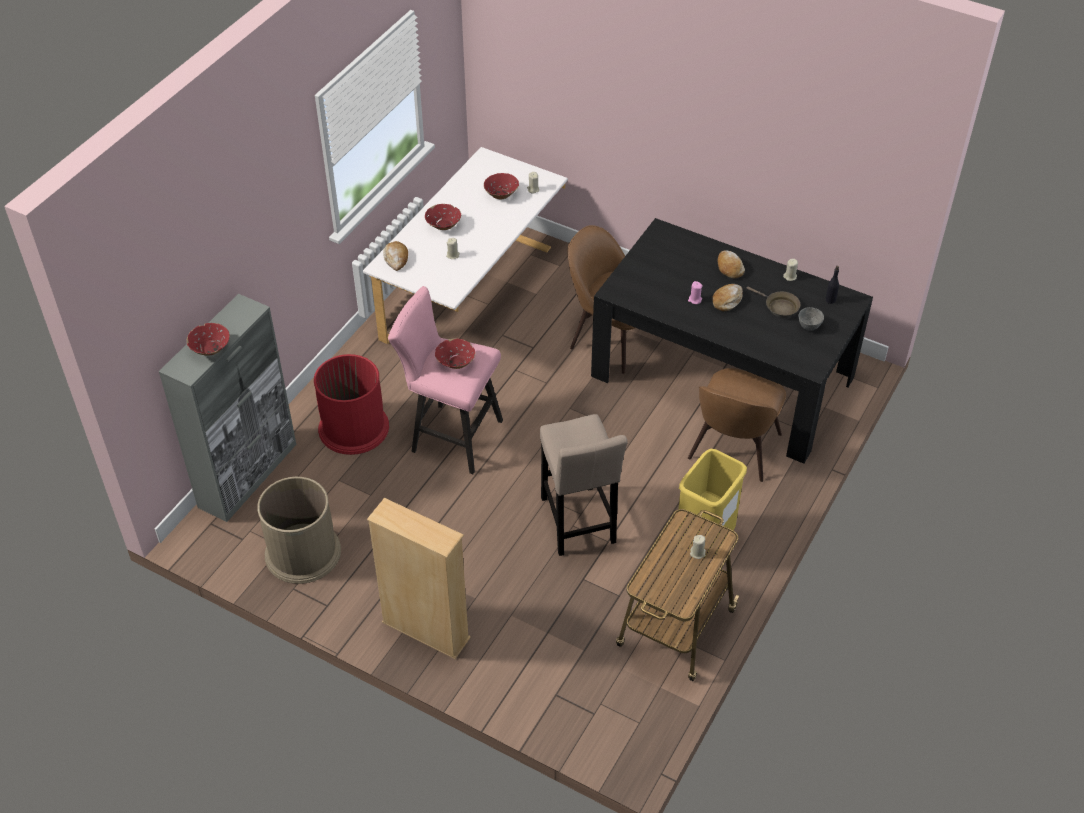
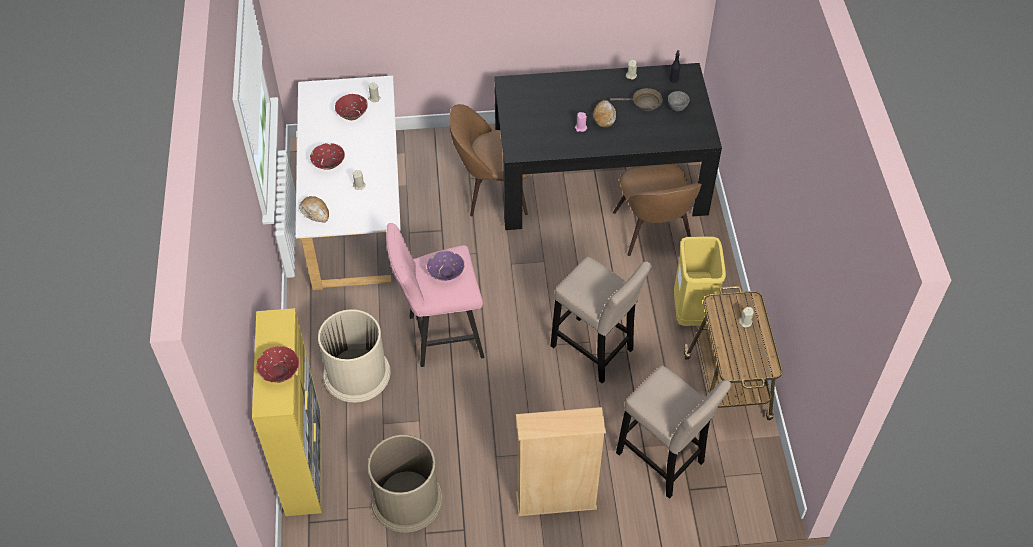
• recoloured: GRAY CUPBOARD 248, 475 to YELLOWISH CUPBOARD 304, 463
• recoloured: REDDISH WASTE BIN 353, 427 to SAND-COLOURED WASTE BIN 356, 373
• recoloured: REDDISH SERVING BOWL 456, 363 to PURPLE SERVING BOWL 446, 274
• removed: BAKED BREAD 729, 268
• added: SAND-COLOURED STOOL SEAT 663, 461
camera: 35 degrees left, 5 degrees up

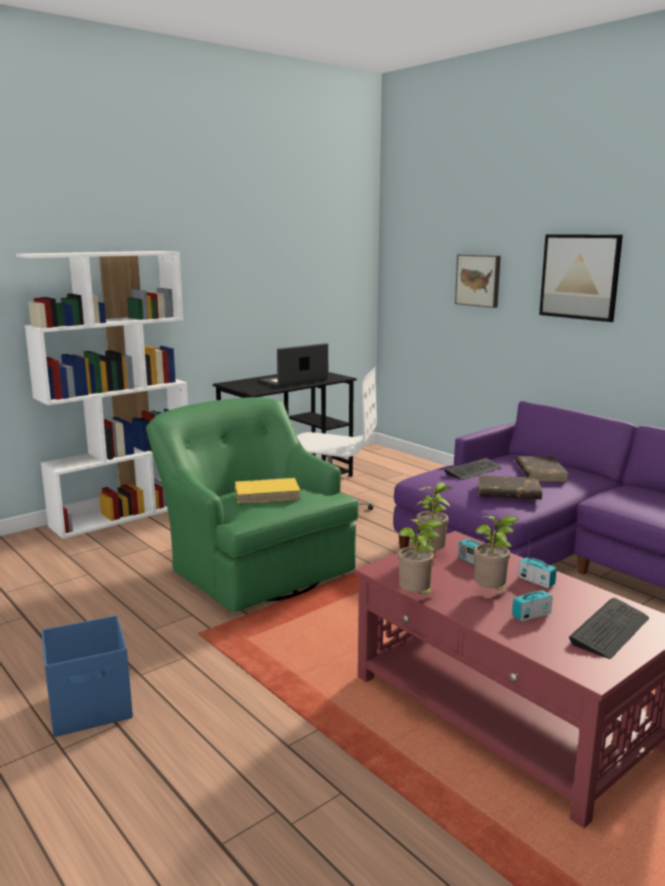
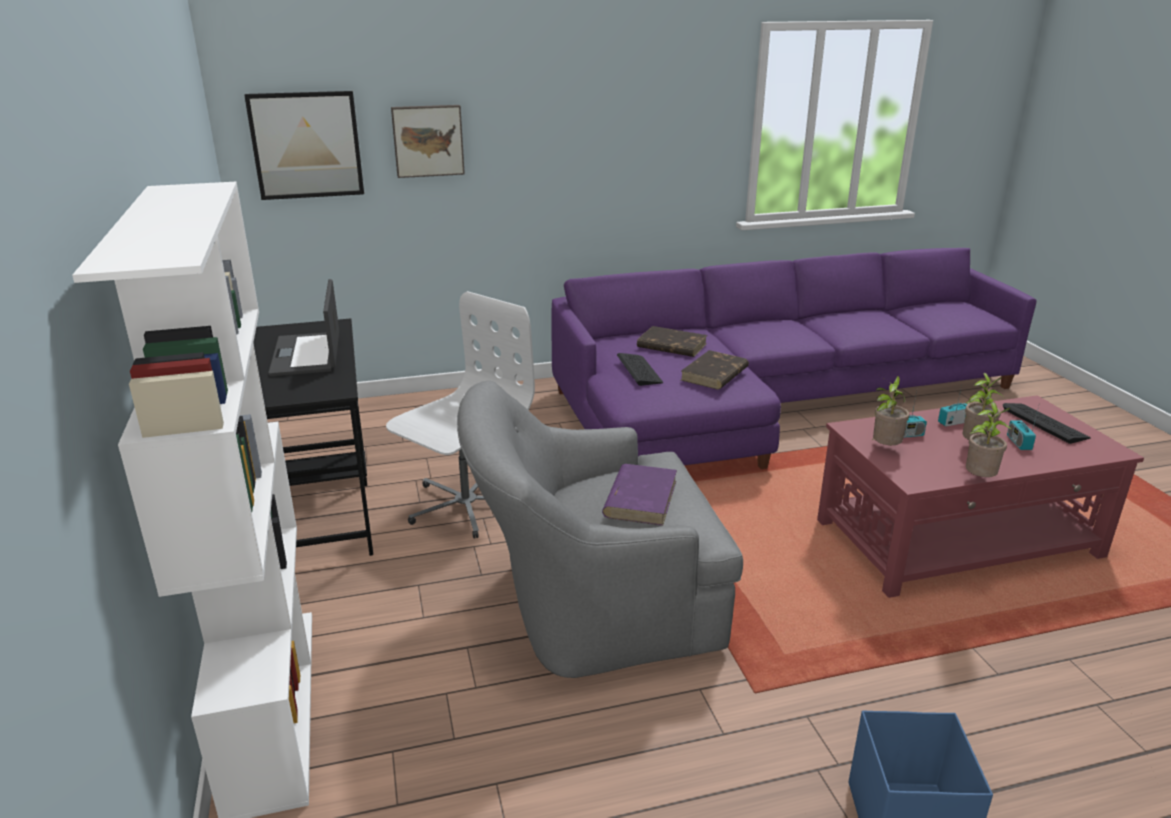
• recoloured: GREEN EASY CHAIR 254, 566 to GRAY EASY CHAIR 591, 606
• recoloured: YELLOWISH BOUND BOOK 268, 494 to PURPLE BOUND BOOK 640, 498
• moved: WALL ART 579, 276 to 306, 145
camera: 65 degrees left, 10 degrees up

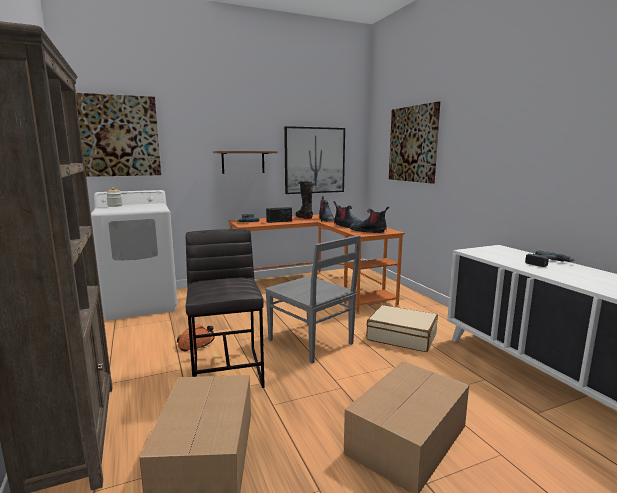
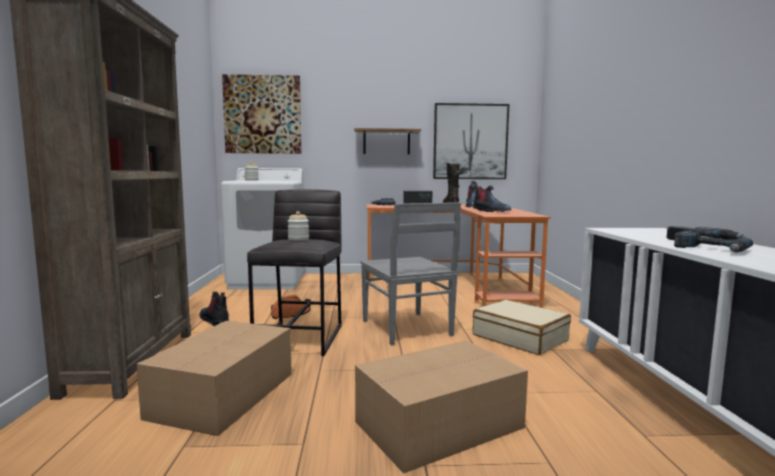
• moved: BOOT 368, 231 to 215, 321
• removed: WALL ART 413, 144
• added: STORAGE JAR 298, 239
• added: POWER DRILL 710, 249
camera: 20 degrees right, 5 degrees down

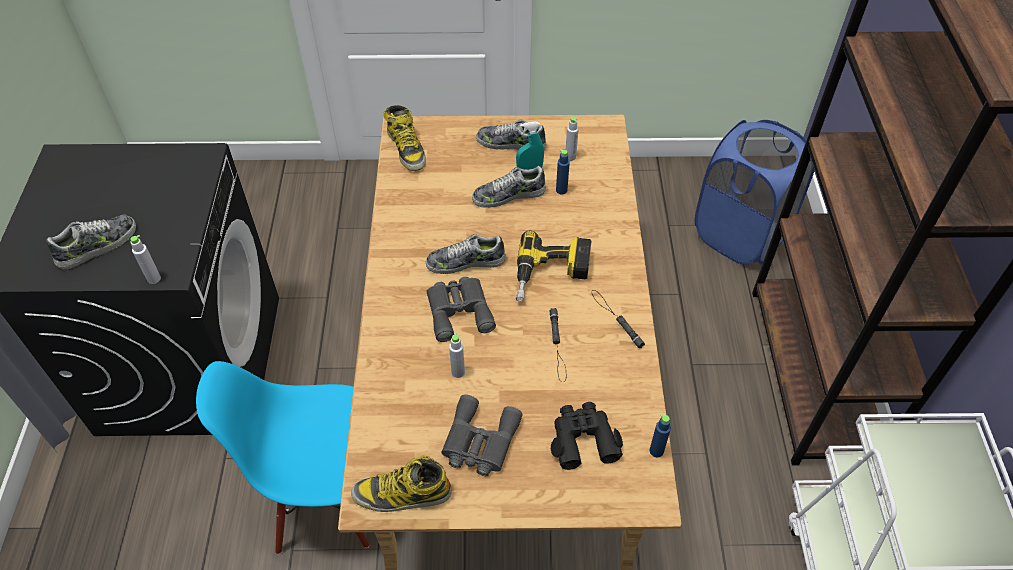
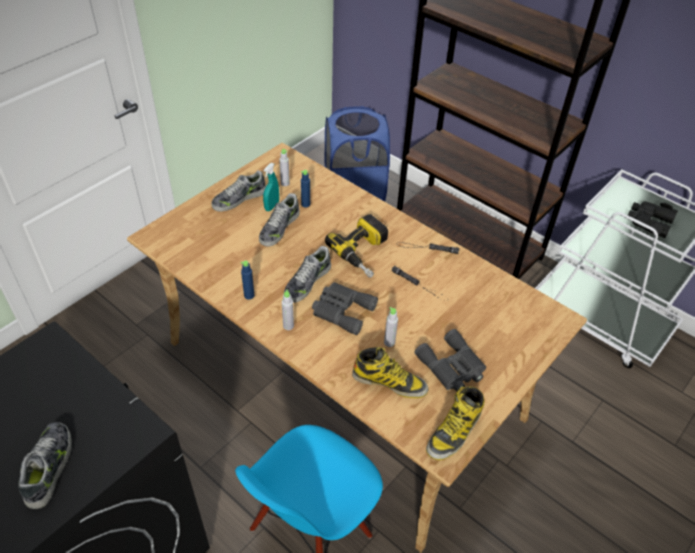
• moved: GRAY BEVERAGE BOTTLE 154, 278 to 288, 326
• moved: BOOT 406, 148 to 389, 382
• moved: BLACK FIELD GLASSES 583, 439 to 649, 222
• moved: BLUE BEVERAGE BOTTLE 656, 451 to 249, 295
camera: 50 degrees left, 5 degrees down

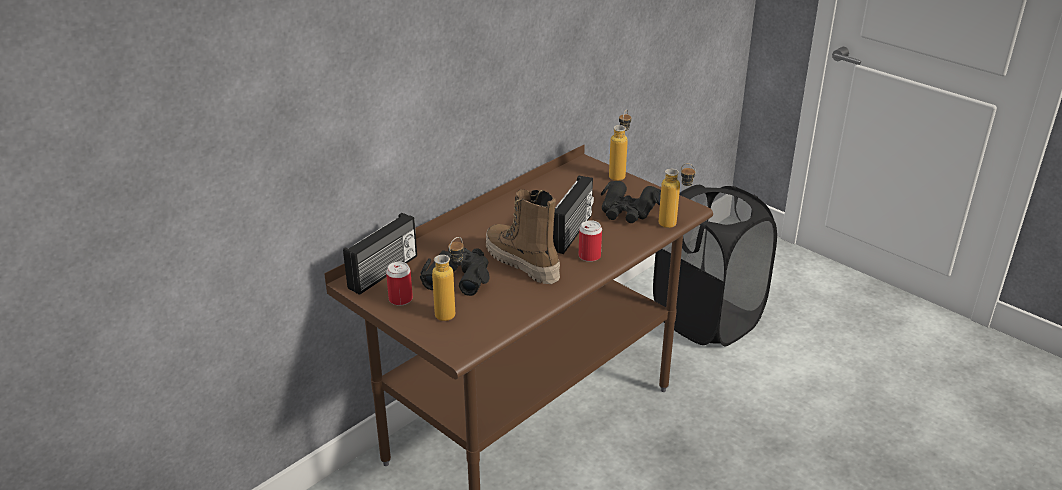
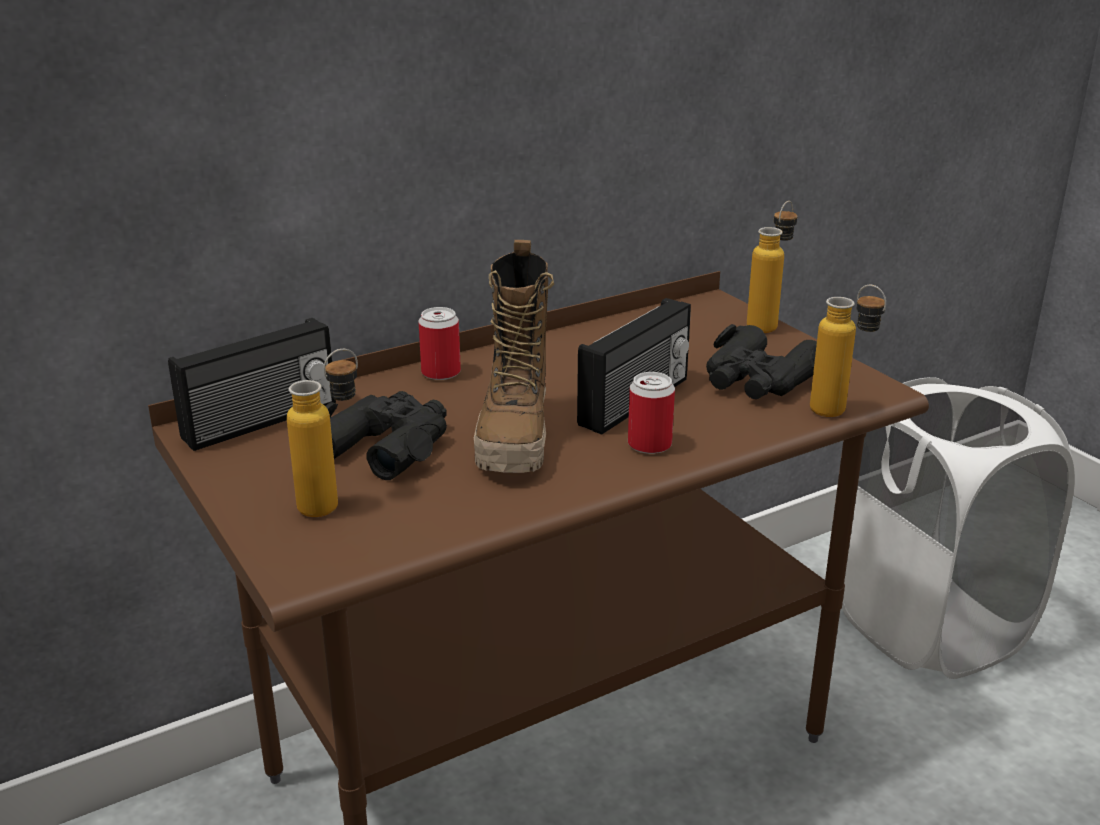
• moved: CAN 400, 299 to 441, 373
• turned: BOOT 522, 263 = 515, 439 150 degrees counterclockwise
• recoloured: BLACK HAMPER 707, 320 to WHITE-COLOURED HAMPER 929, 627
camera: 15 degrees right, 5 degrees down

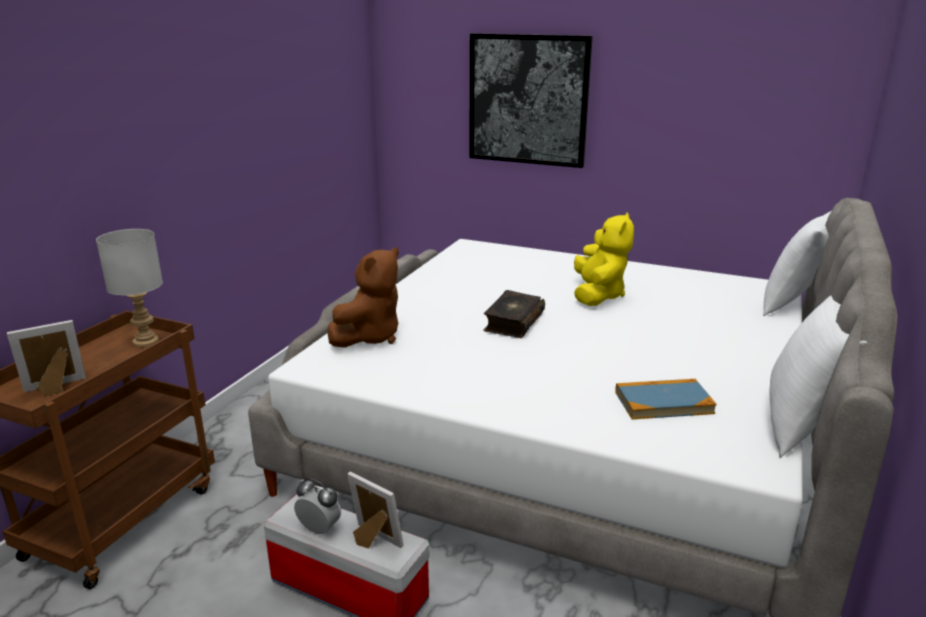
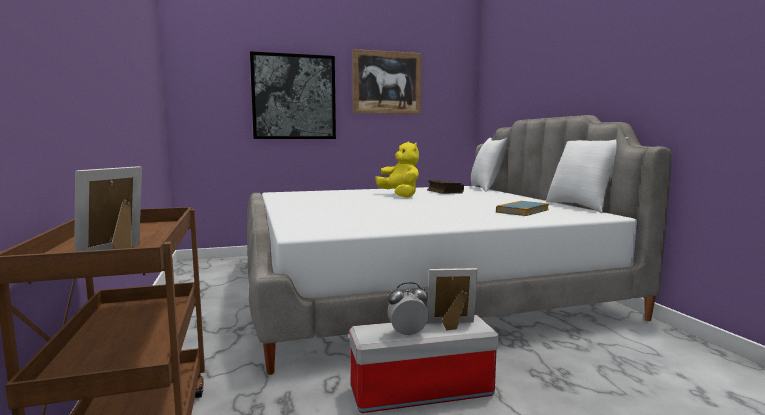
• removed: GRAY TABLE LAMP 147, 341
• removed: BROWNISH SOFT TOY 369, 337
• moved: BOUND BOOK 513, 322 to 444, 192
• added: WALL ART 387, 83
camera: 40 degrees left, 15 degrees down

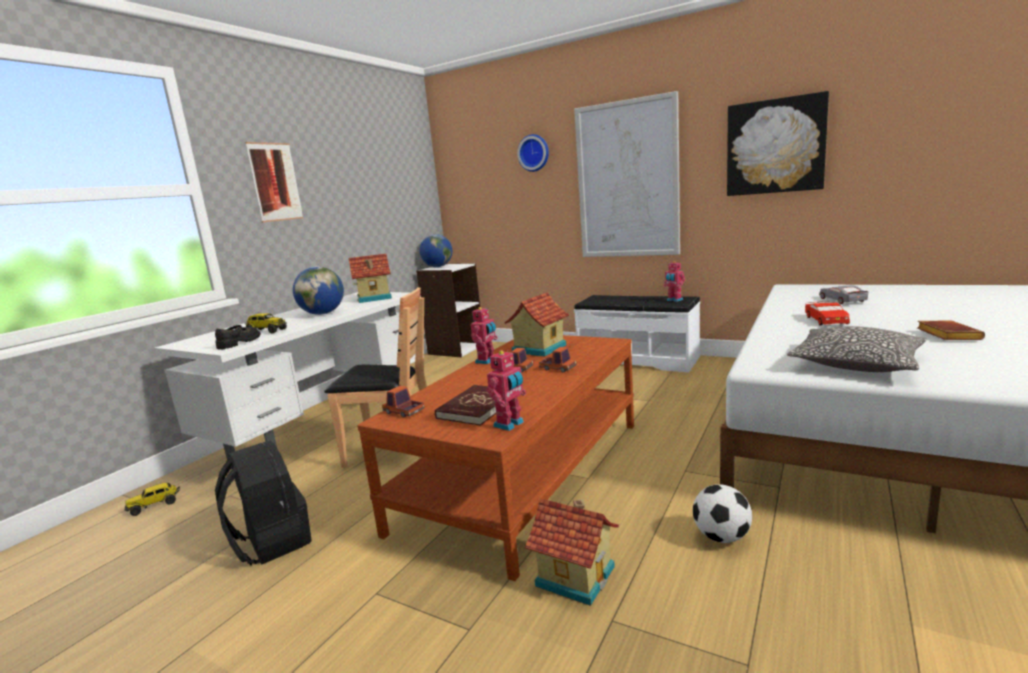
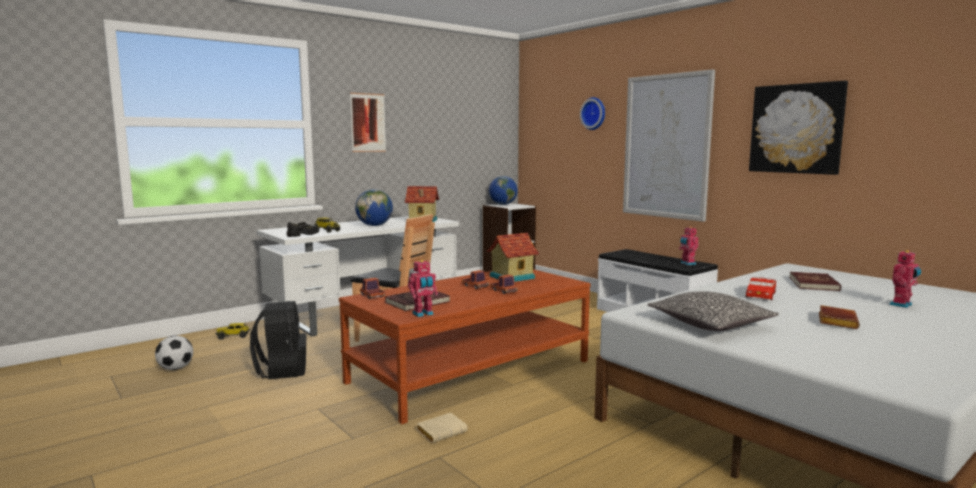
• moved: MODEL ROBOT 487, 361 to 902, 305
• replaced: MINIATURE HOUSE 576, 575 to SAND-COLOURED BOUND BOOK 442, 431
• moved: FOOTBALL BALL 721, 537 to 175, 368
• replaced: GRAY MODEL CAR 842, 300 to REDDISH BOUND BOOK 814, 284
camera: 20 degrees right, 5 degrees down

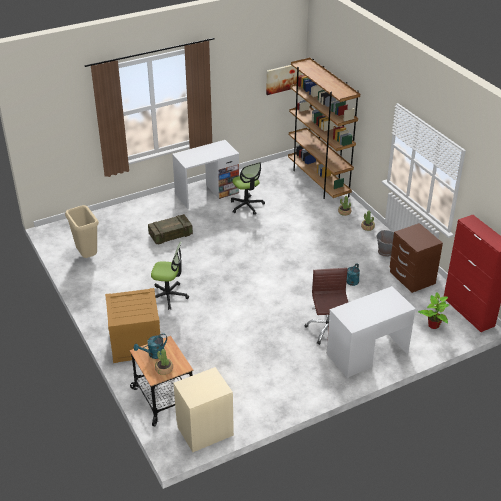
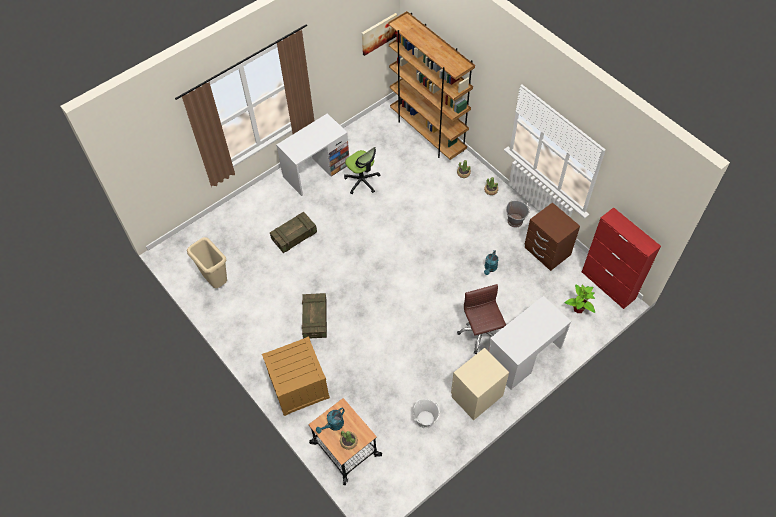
• replaced: OFFICE CHAIR 169, 296 to SHIPPING CRATE 315, 319
• moved: SAND-COLOURED NIGHT TABLE 204, 430 to 476, 395
• added: WHITE-COLOURED BUCKET 425, 420
camera: 10 degrees left, 20 degrees up

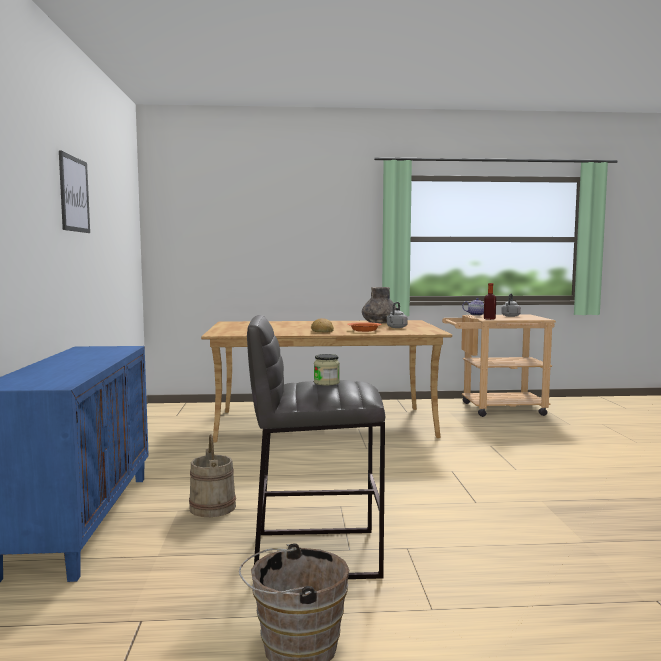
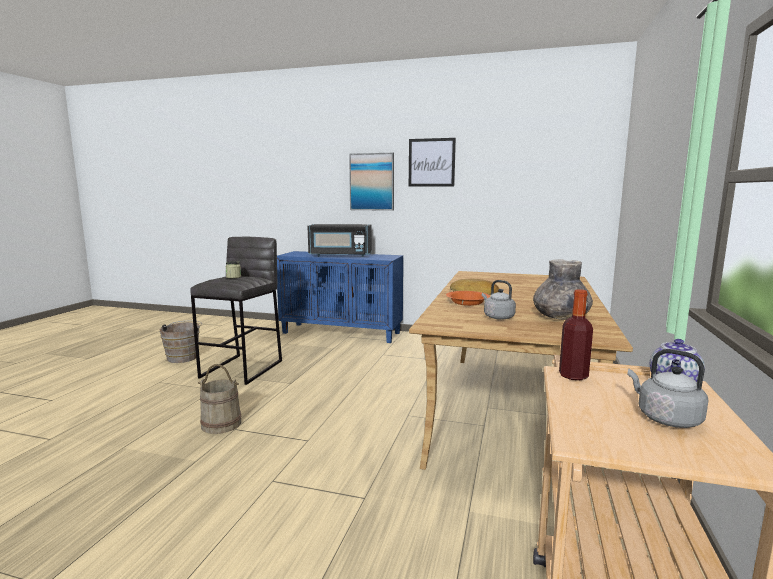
• moved: SAND-COLOURED BUCKET 213, 507 to 221, 424
• added: BLACK MICROWAVE OVEN 340, 255
• added: WALL ART 372, 182
camera: 110 degrees right, 5 degrees up

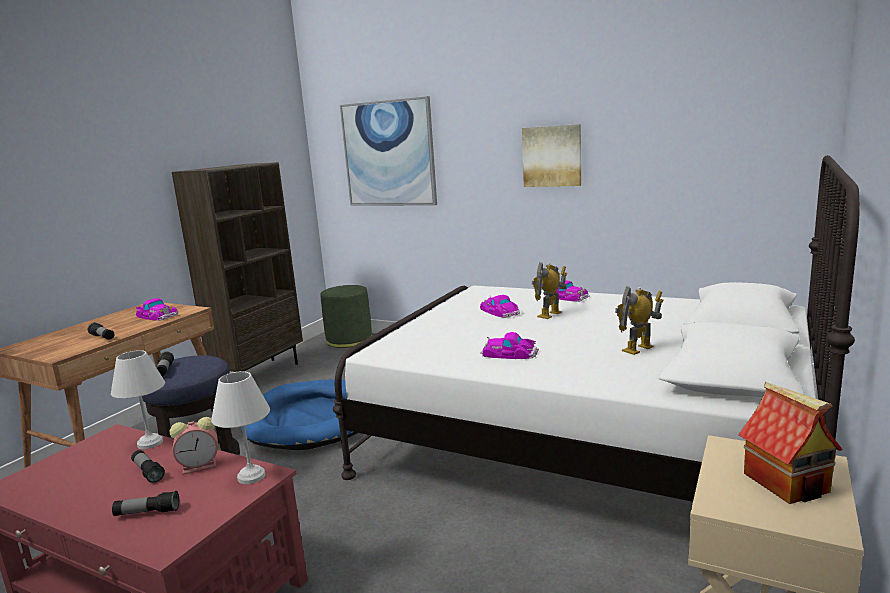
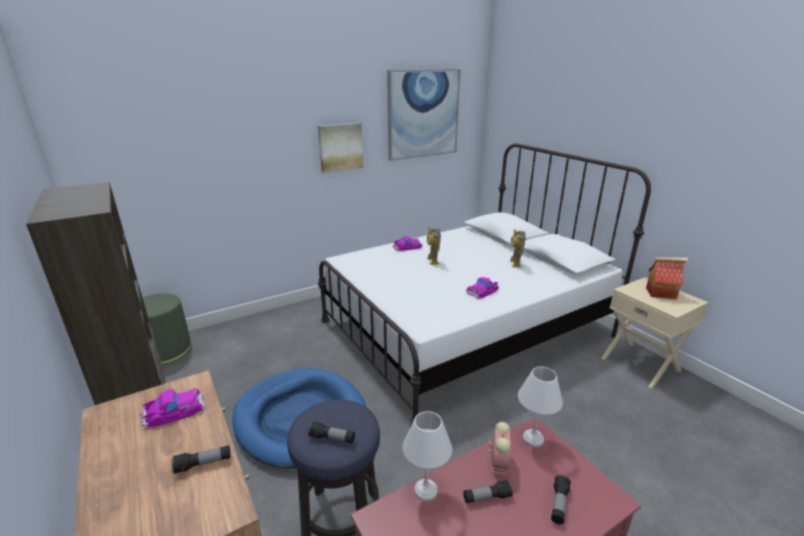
• moved: WALL ART 389, 154 to 423, 114
• removed: MODEL CAR 500, 311
camera: 60 degrees left, 10 degrees up

